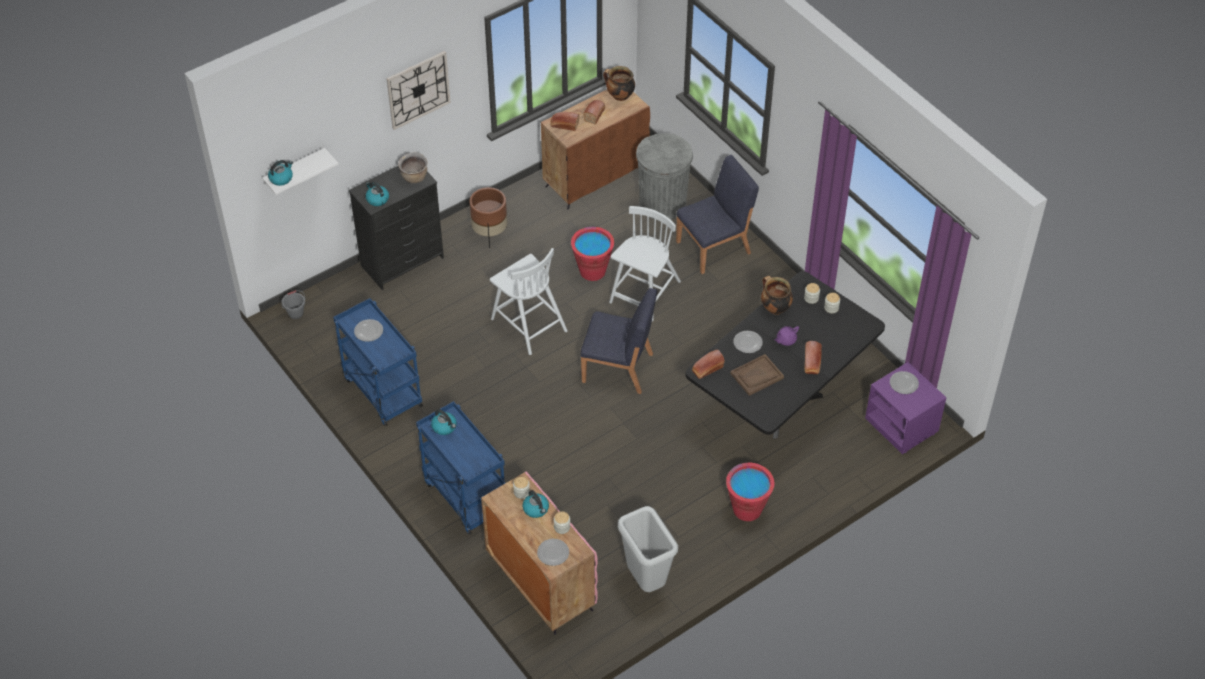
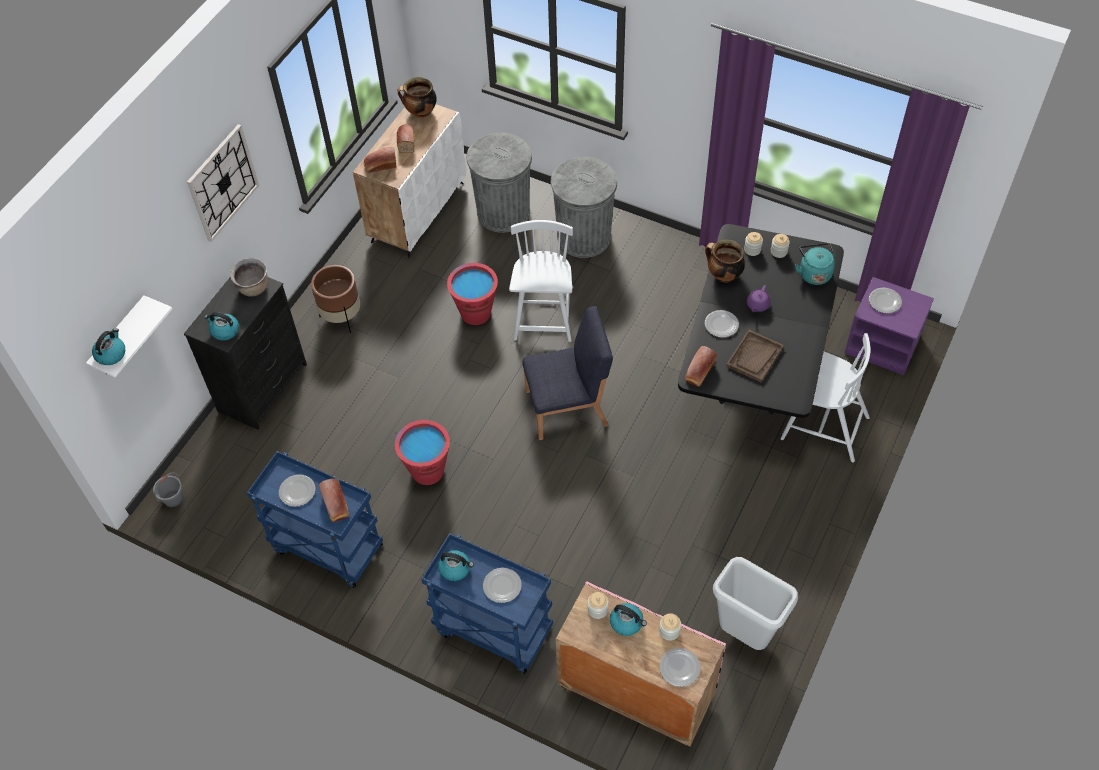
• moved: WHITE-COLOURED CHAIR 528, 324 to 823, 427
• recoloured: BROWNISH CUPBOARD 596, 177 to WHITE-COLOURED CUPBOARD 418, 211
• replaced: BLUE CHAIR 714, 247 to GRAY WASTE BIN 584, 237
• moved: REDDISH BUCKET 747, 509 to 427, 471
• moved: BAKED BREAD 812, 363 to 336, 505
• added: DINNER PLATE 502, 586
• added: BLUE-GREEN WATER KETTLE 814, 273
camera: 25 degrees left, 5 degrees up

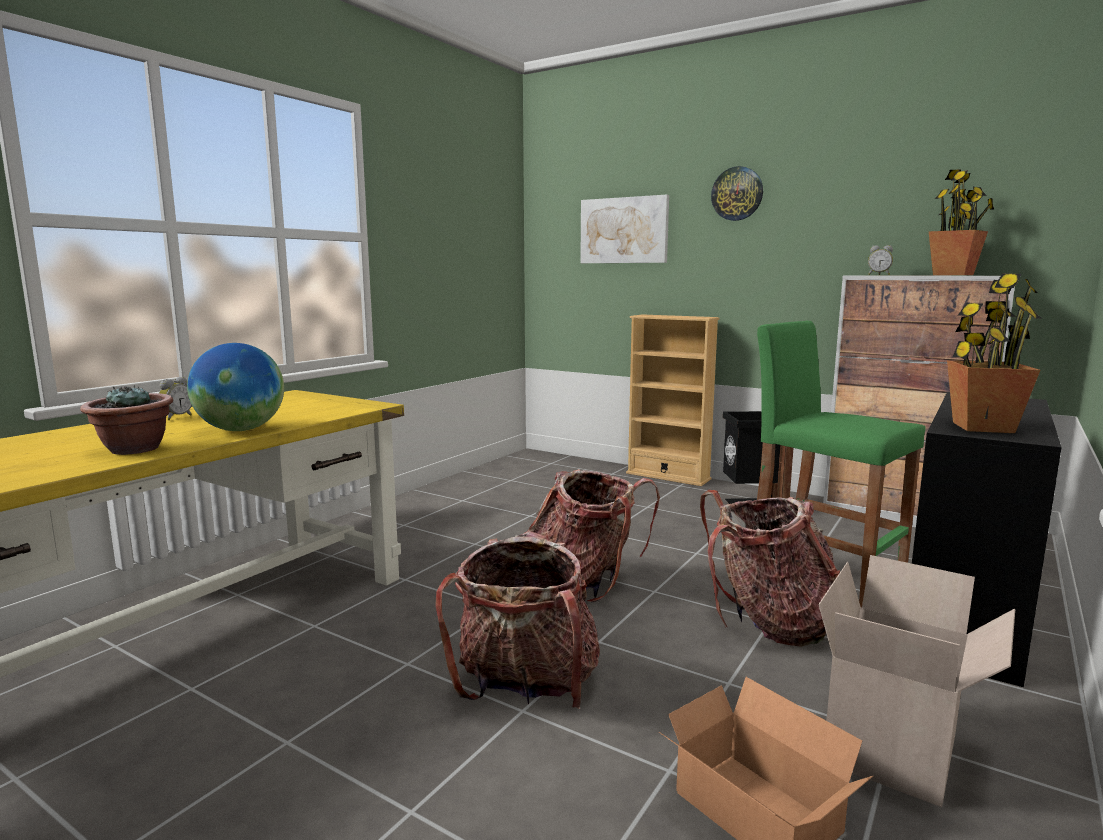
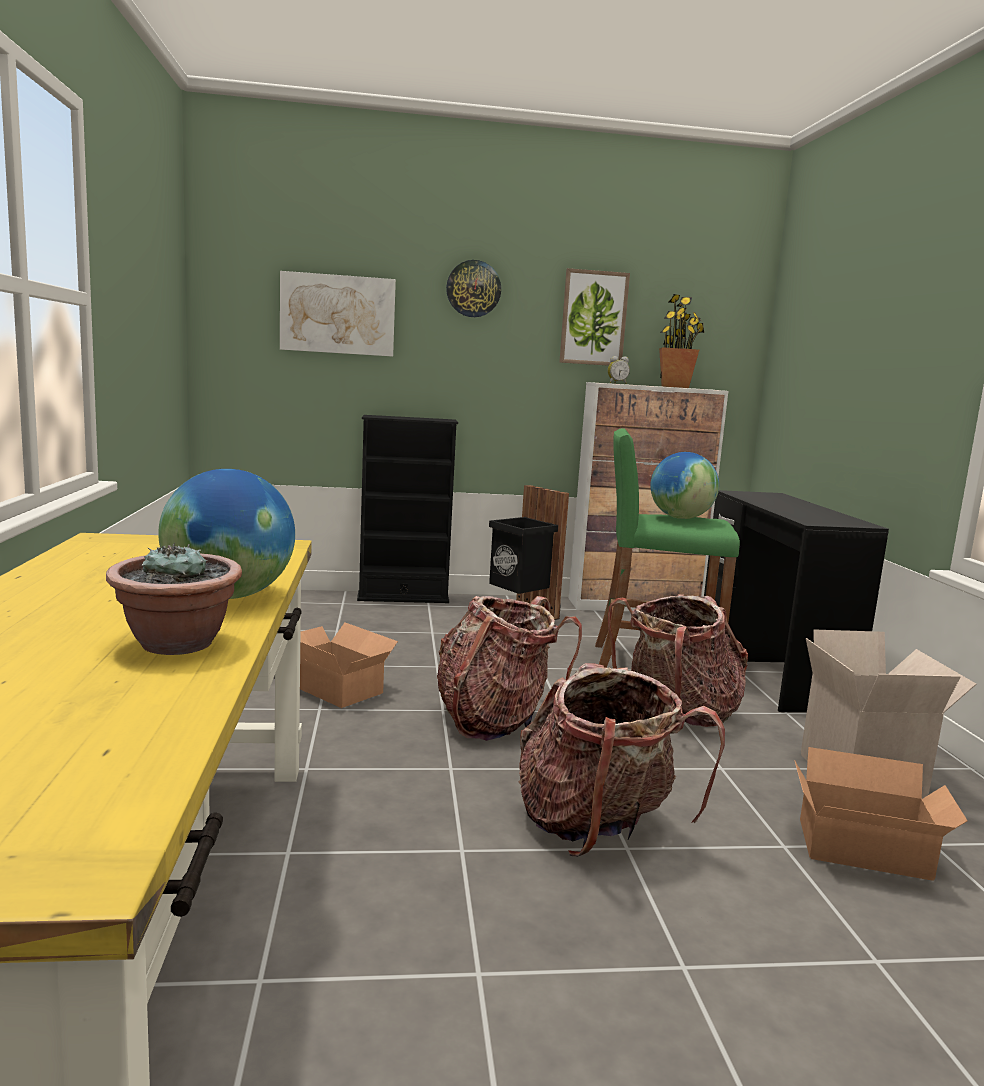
• removed: ALARM CLOCK 176, 417
• recoloured: SAND-COLOURED BOOKSHELF 668, 476 to BLACK BOOKSHELF 403, 597
• removed: HOUSEPLANT 982, 427
• added: CARTON 337, 687
• added: WALL ART 593, 318
• added: GLOBE 680, 518
camera: 40 degrees left, 0 degrees up

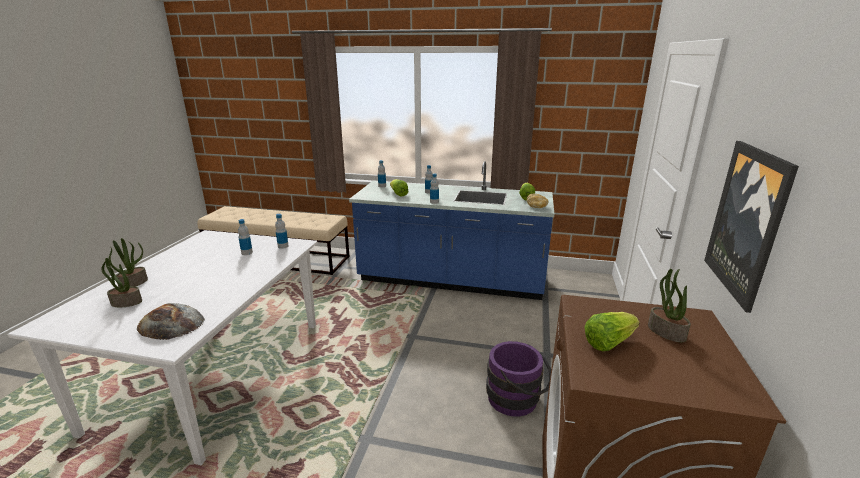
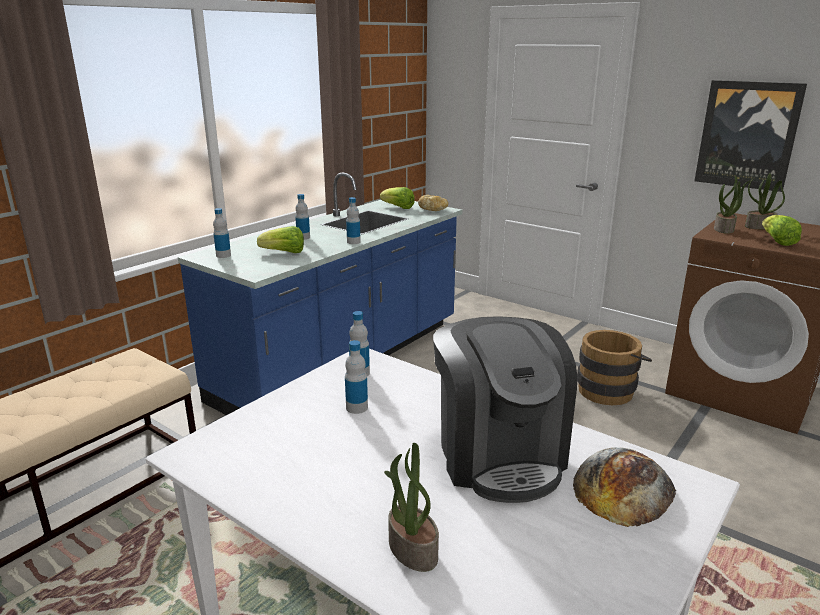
• moved: HOUSEPLANT 126, 303 to 724, 229
• recoloured: PURPLE BUCKET 517, 400 to BROWNISH BUCKET 609, 389
• added: COFFEE MACHINE 499, 455
camera: 65 degrees left, 0 degrees up

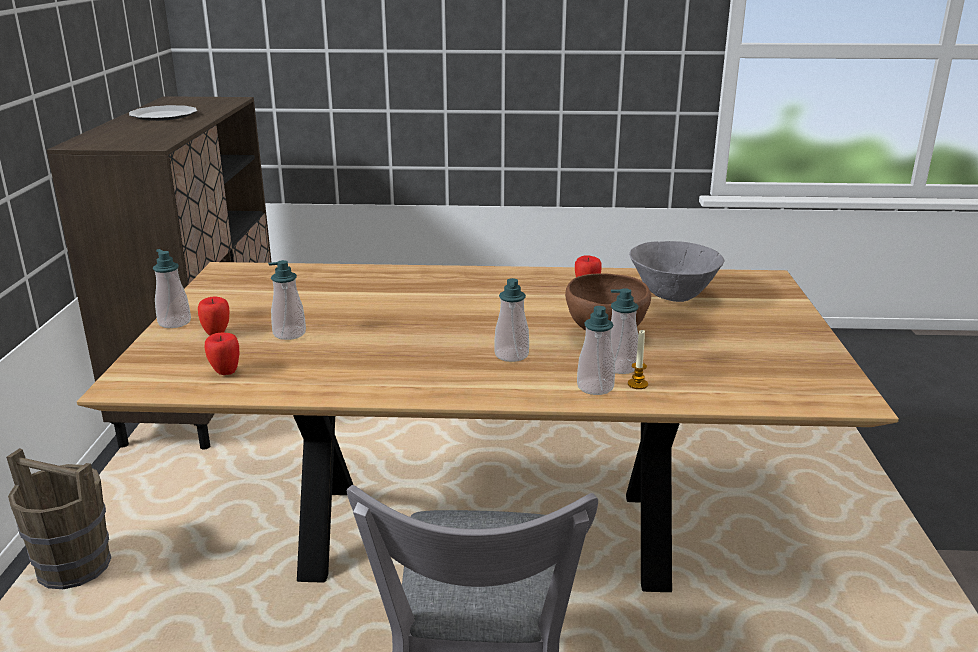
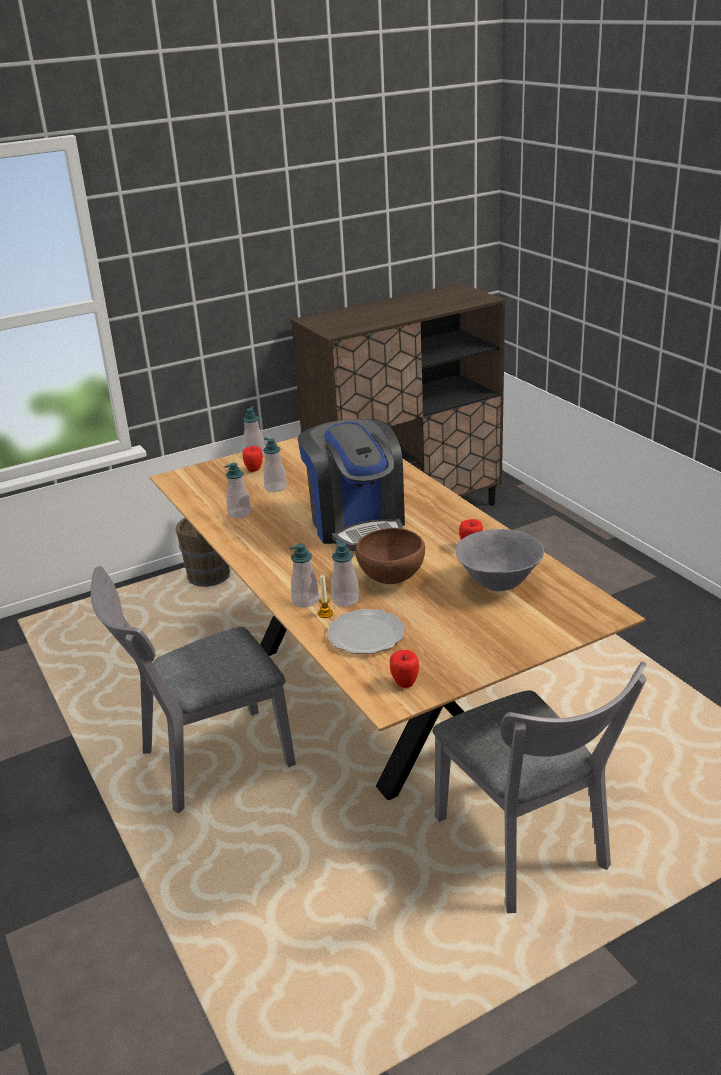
• moved: DINNER PLATE 164, 116 to 366, 635
• moved: WHOLE APPLE 225, 372 to 405, 683
• moved: LIQUID SOAP BOTTLE 511, 355 to 239, 513
• added: COFFEE MACHINE 356, 524
• added: GRAY CHAIR 527, 852
camera: 60 degrees right, 5 degrees up

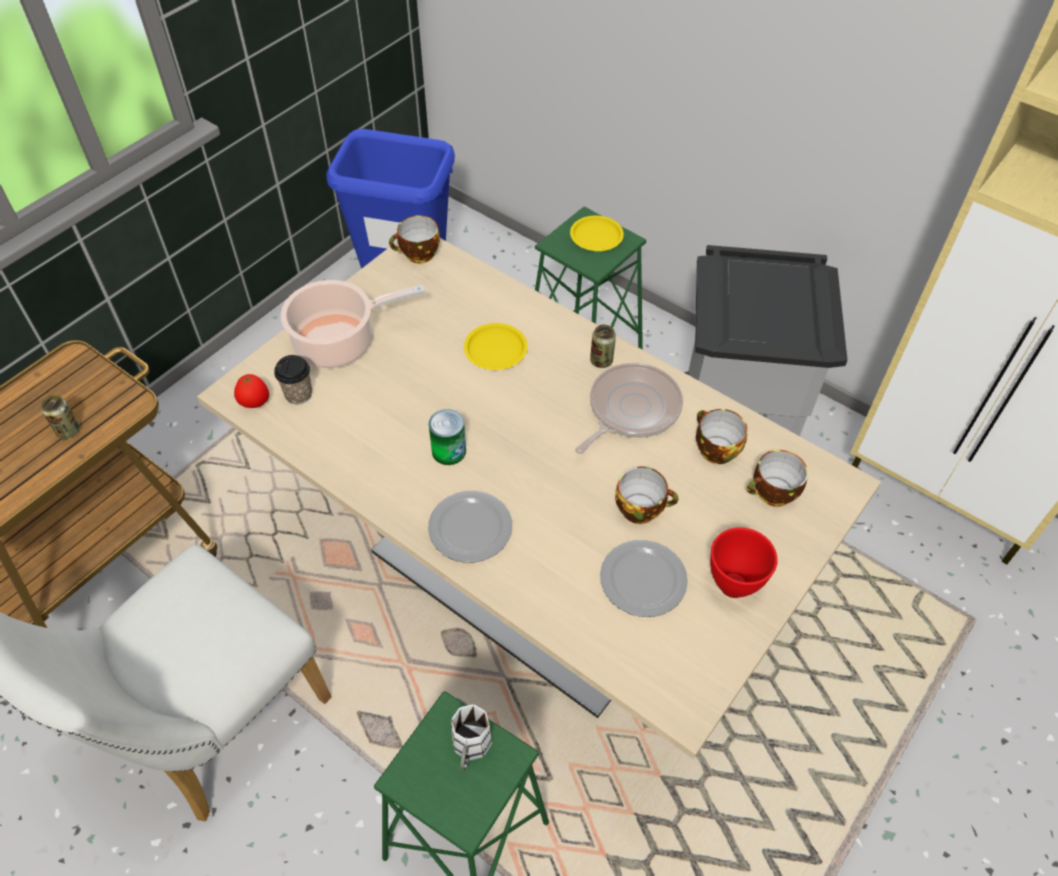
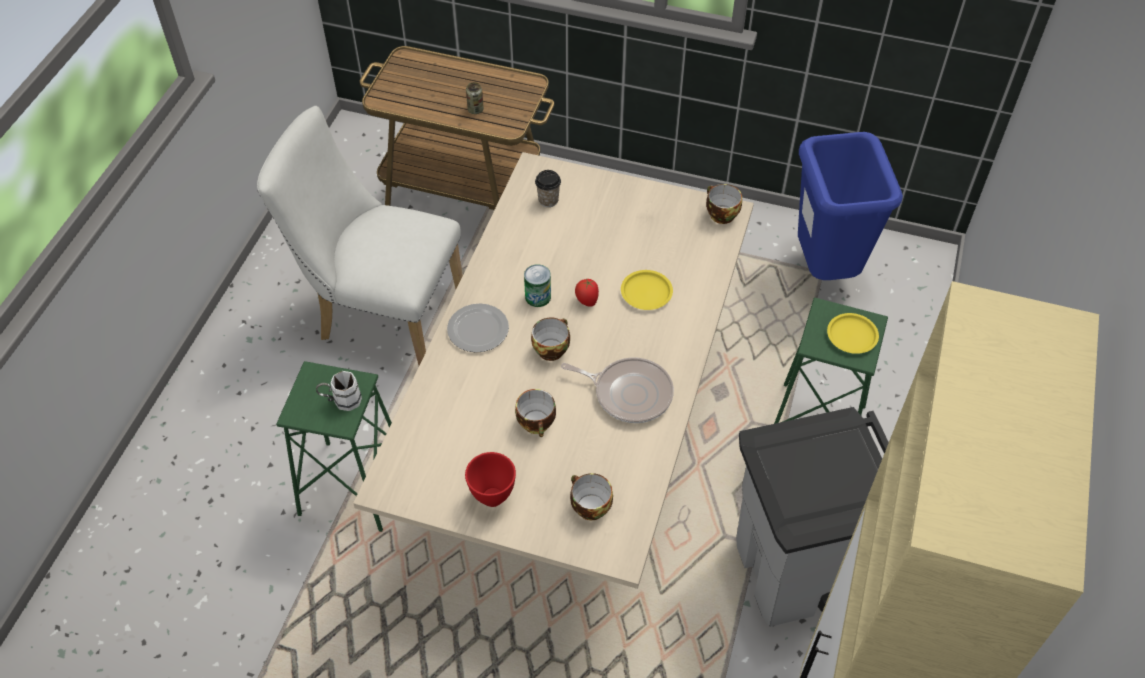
• moved: FRESH TOMATO 255, 403 to 586, 301
• removed: COOKING POT 339, 342
• removed: CAN 601, 361
• removed: DINNER PLATE 644, 581
• moved: DRINKING CUP 714, 449 to 551, 348
camera: 70 degrees right, 0 degrees up

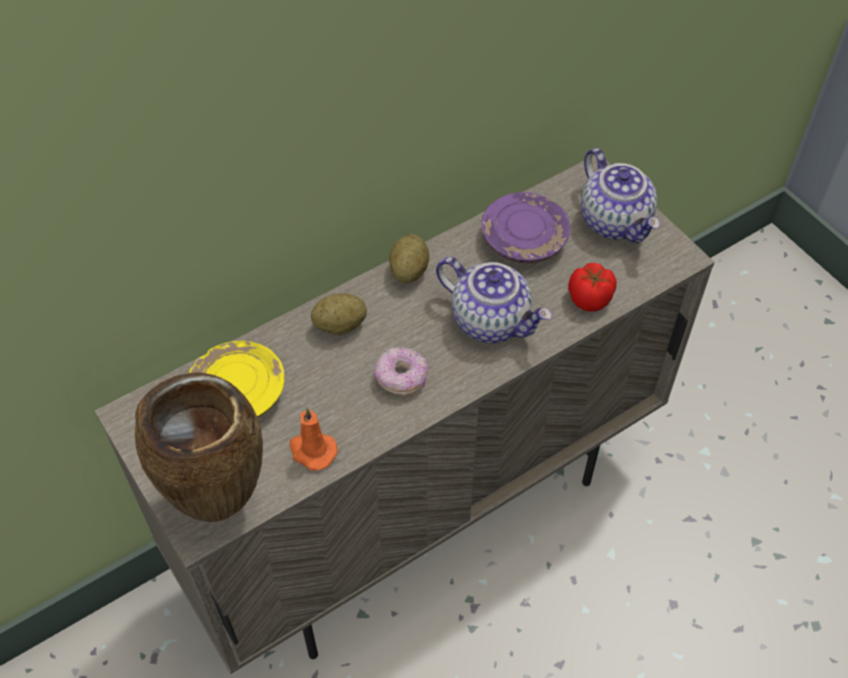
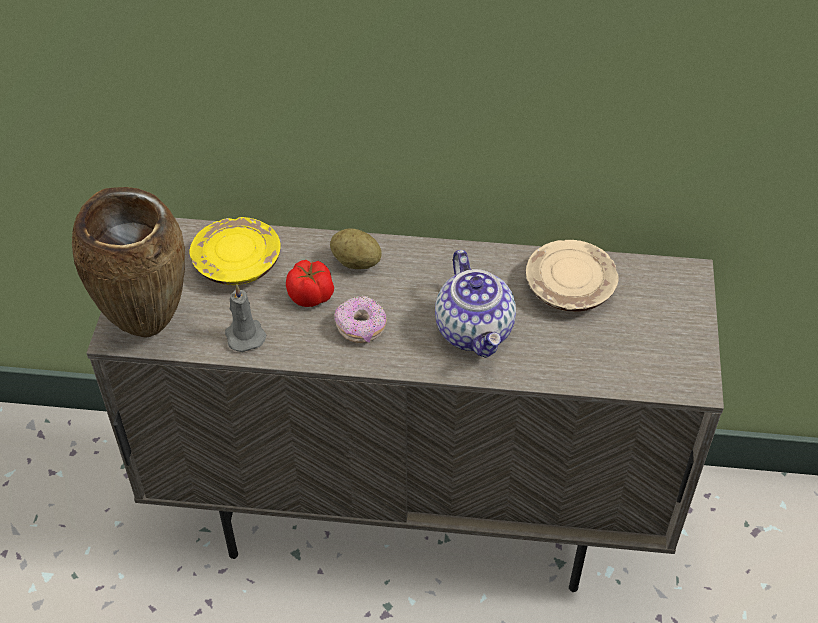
• recoloured: ORANGE-COLOURED WAX LIGHT 312, 451 to GRAY WAX LIGHT 244, 334
• removed: SPUD 409, 271
• recoloured: PURPLE DINNER PLATE 524, 239 to SAND-COLOURED DINNER PLATE 570, 287
• moved: FRESH TOMATO 590, 298 to 312, 296
• removed: TEA POT 616, 221
camera: 40 degrees right, 5 degrees down

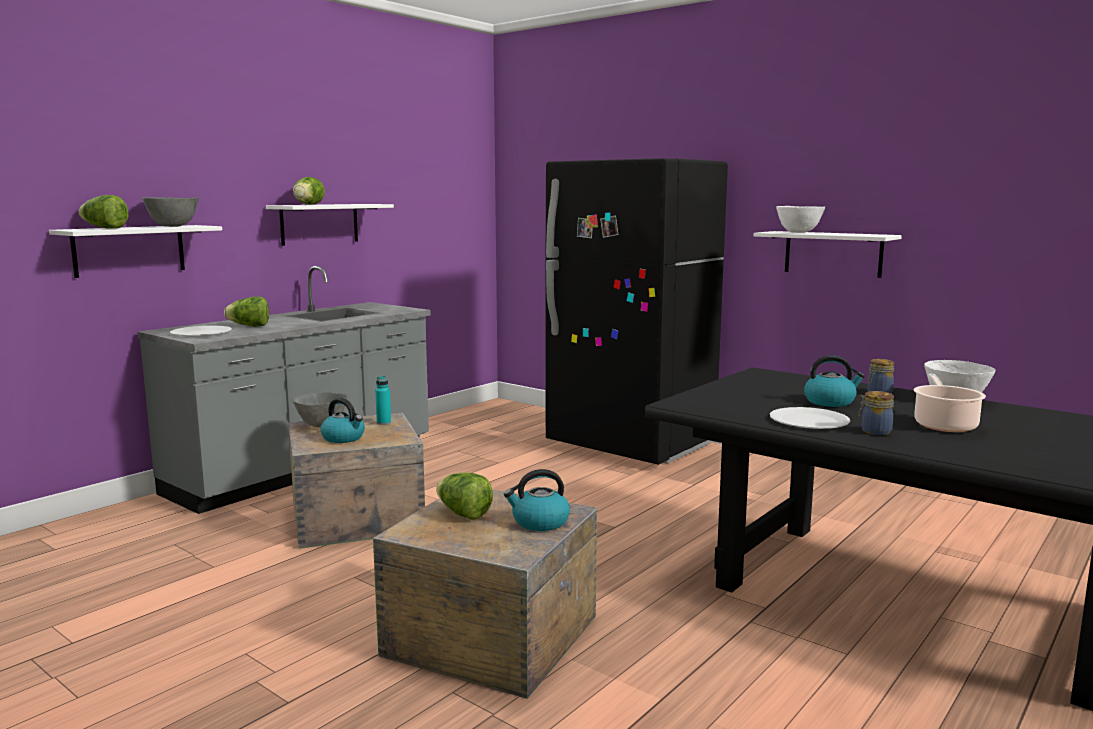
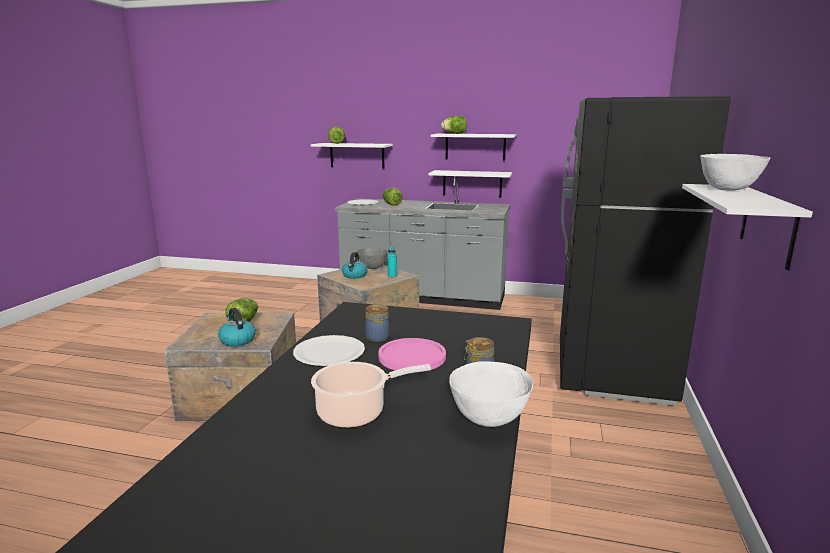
• removed: GRAY SERVING BOWL 173, 226
• replaced: WATER KETTLE 830, 402 to PINKISH DINNER PLATE 412, 356
• moved: STORAGE JAR 874, 431 to 377, 337
• added: WHITE-COLOURED BRACKET SHELF 472, 183
camera: 65 degrees right, 5 degrees up

